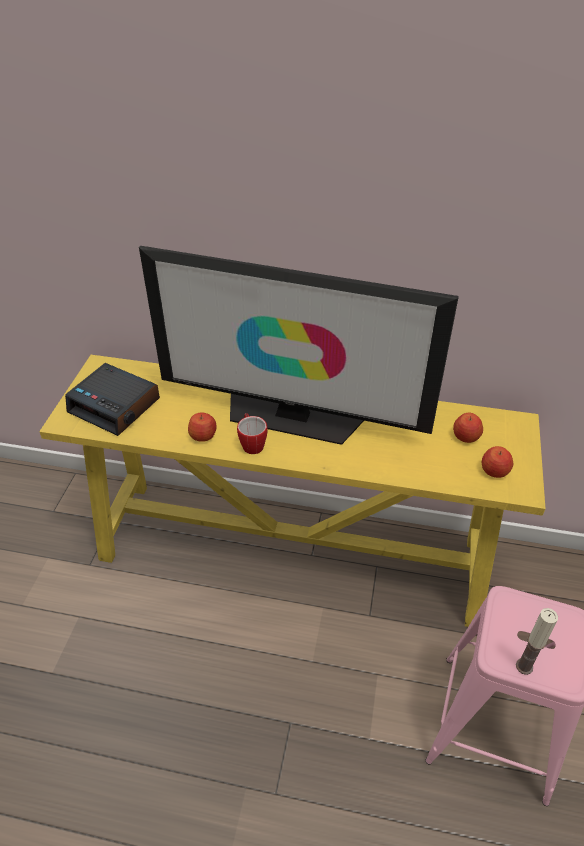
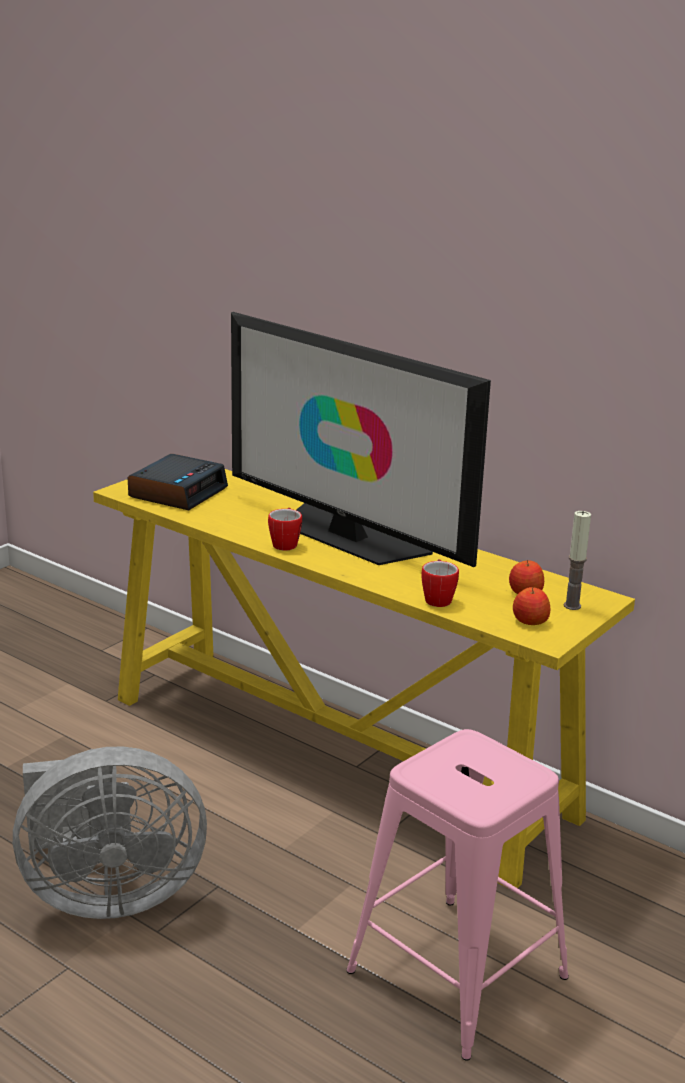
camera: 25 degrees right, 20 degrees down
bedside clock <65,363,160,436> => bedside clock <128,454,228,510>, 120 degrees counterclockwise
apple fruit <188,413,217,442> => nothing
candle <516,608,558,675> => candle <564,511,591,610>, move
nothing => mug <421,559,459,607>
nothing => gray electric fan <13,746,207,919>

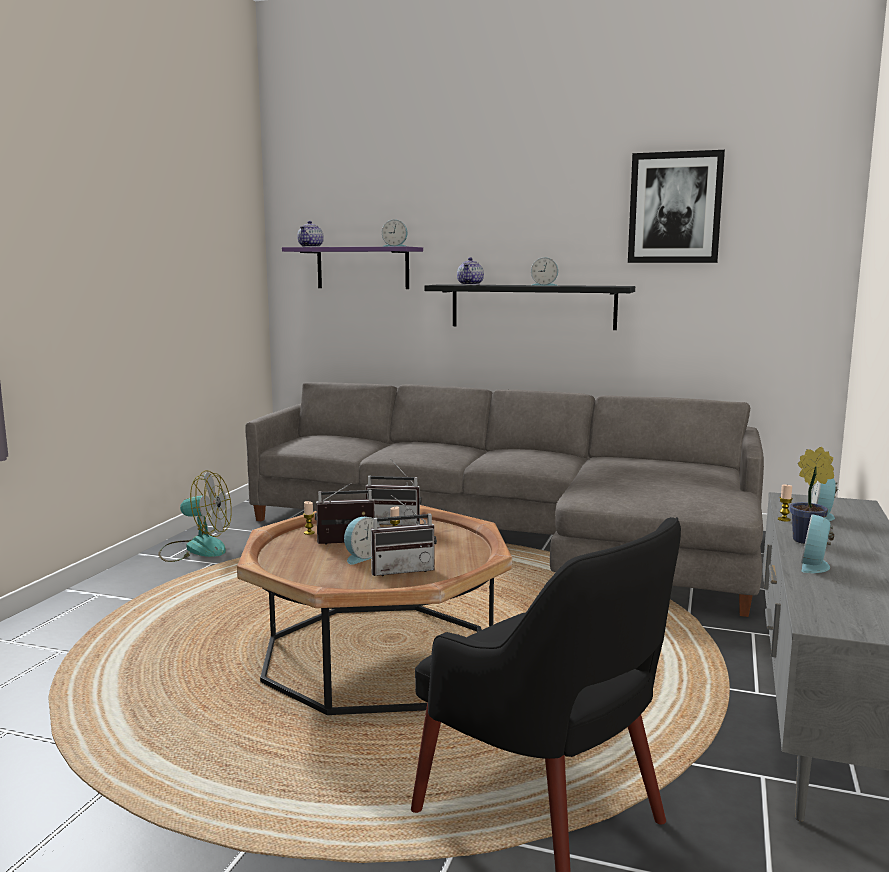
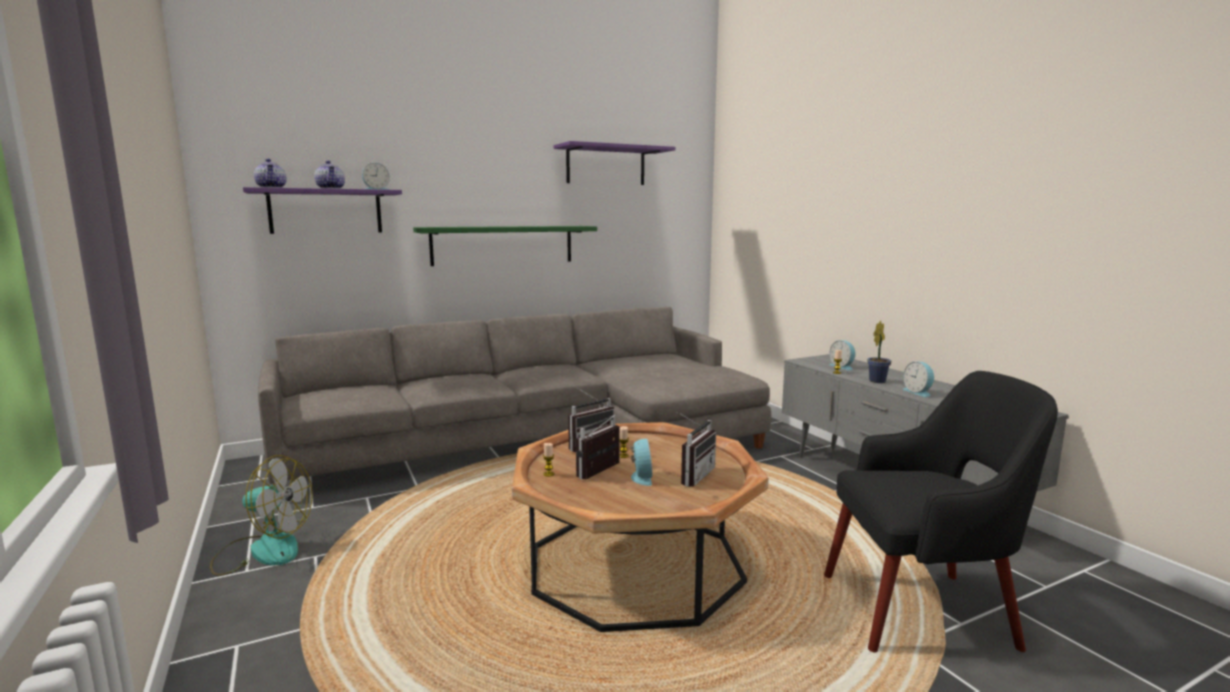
camera: 45 degrees left, 0 degrees up
picture <628,150,725,263> => purple-coloured wall shelf <554,141,676,185>
tea pot <457,257,484,285> => tea pot <314,161,345,189>, move
bedside clock <531,257,558,286> => nothing
blackish wall shelf <424,284,635,330> => green wall shelf <413,226,597,266>
electric fan <158,470,232,562> => electric fan <210,455,313,576>, 45 degrees clockwise

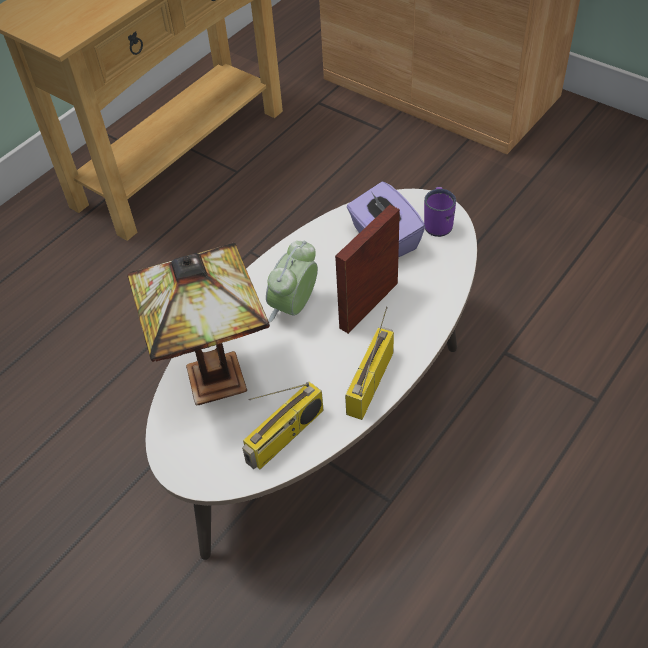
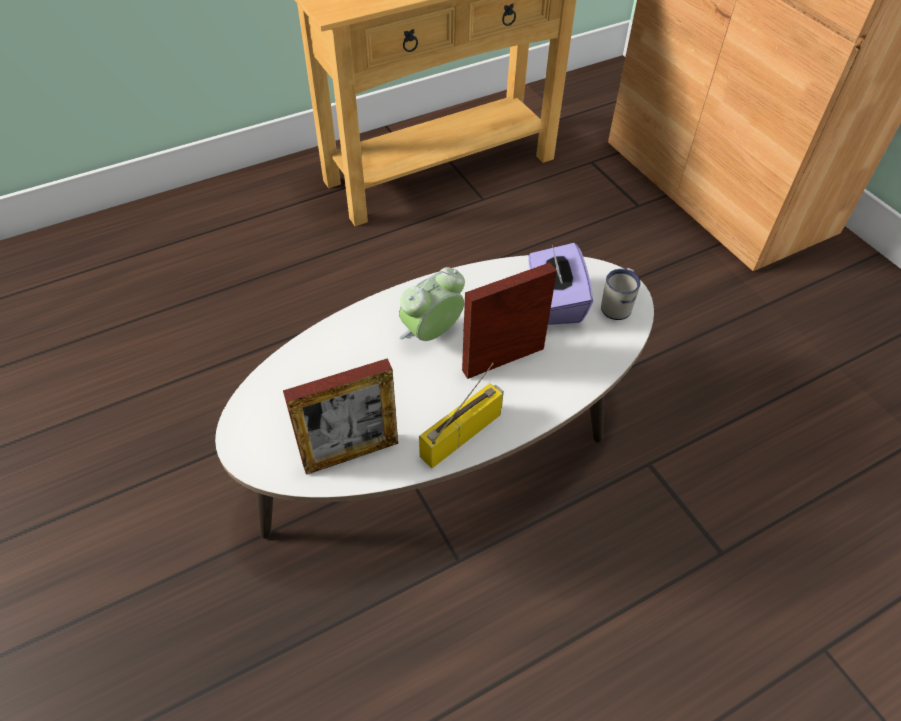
camera: 20 degrees right, 0 degrees up
purple-coloured mug <424,187,456,237> => white mug <601,268,640,320>
tabletop lamp <127,243,270,406> => nothing
radio receiver <242,382,324,469> => standing frame <283,358,398,475>

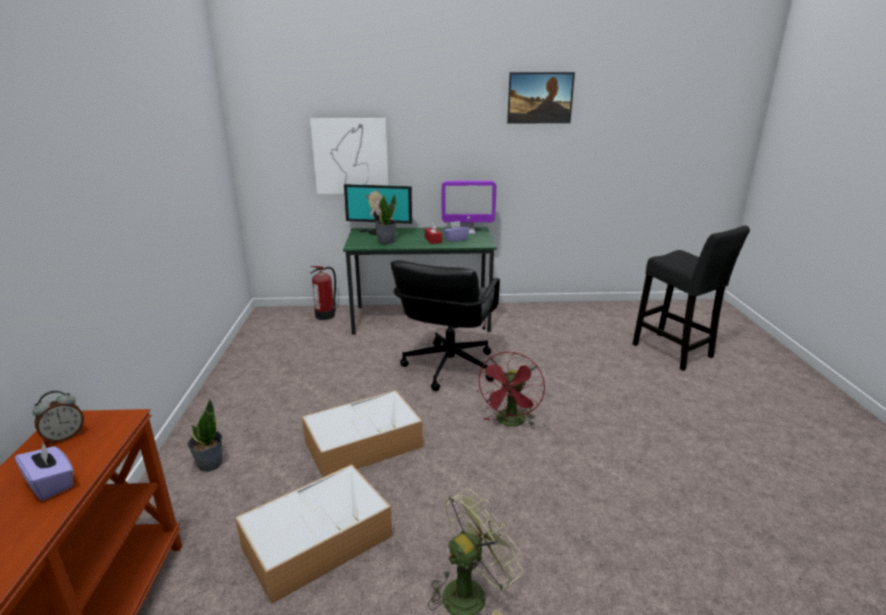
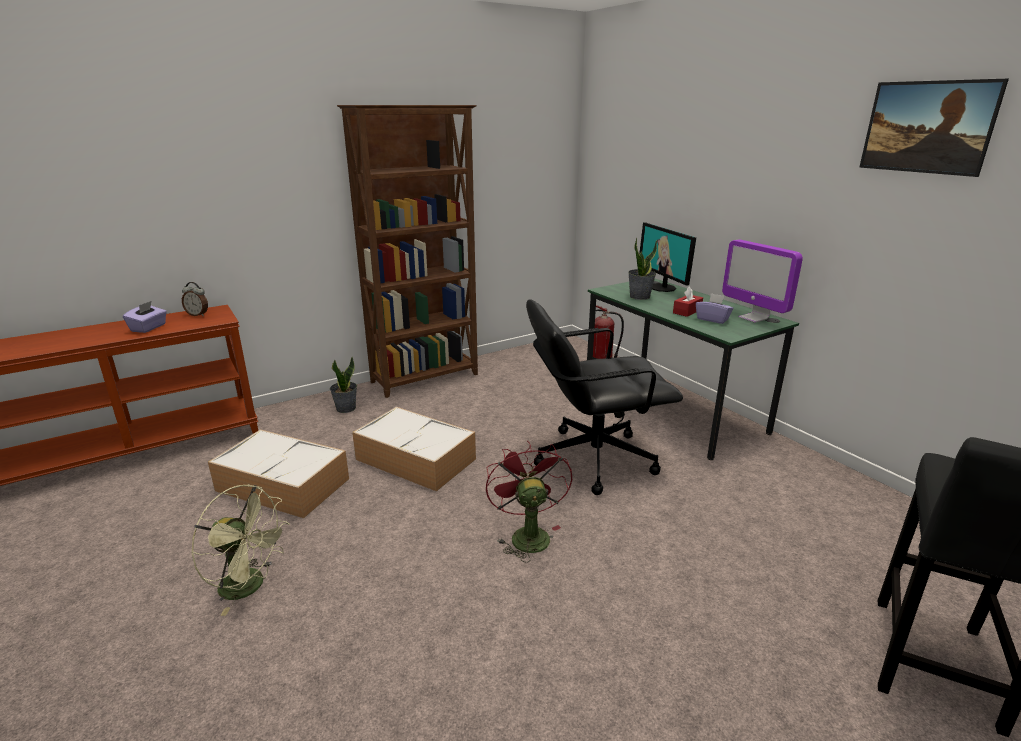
camera: 60 degrees right, 0 degrees up
picture <310,118,389,194> => nothing
red electric fan <477,352,545,427> => red electric fan <486,441,572,562>, 90 degrees clockwise
nothing => brown bookcase <337,105,478,398>

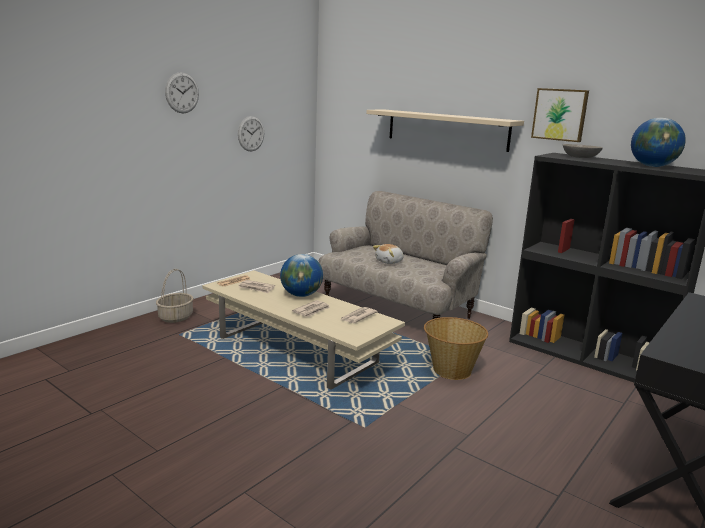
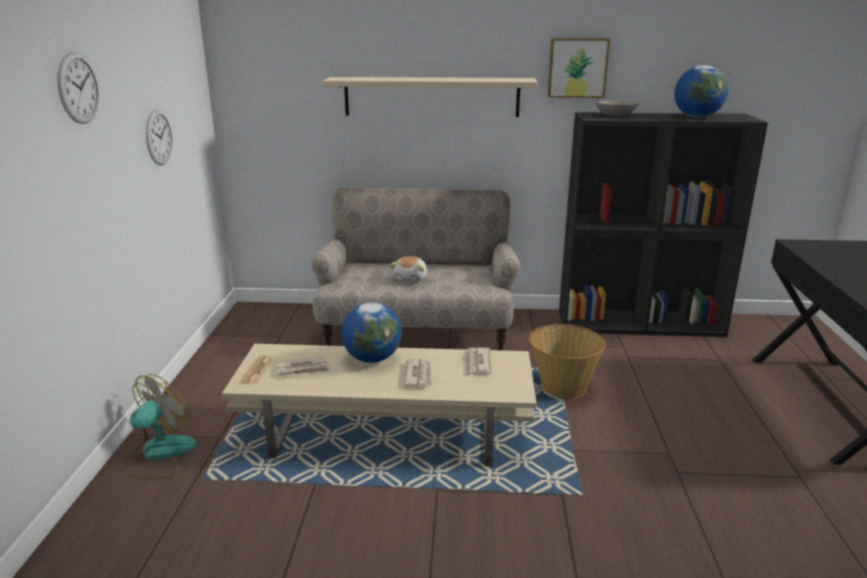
camera: 35 degrees left, 5 degrees up
storage basket <156,269,194,323> => electric fan <120,374,197,479>

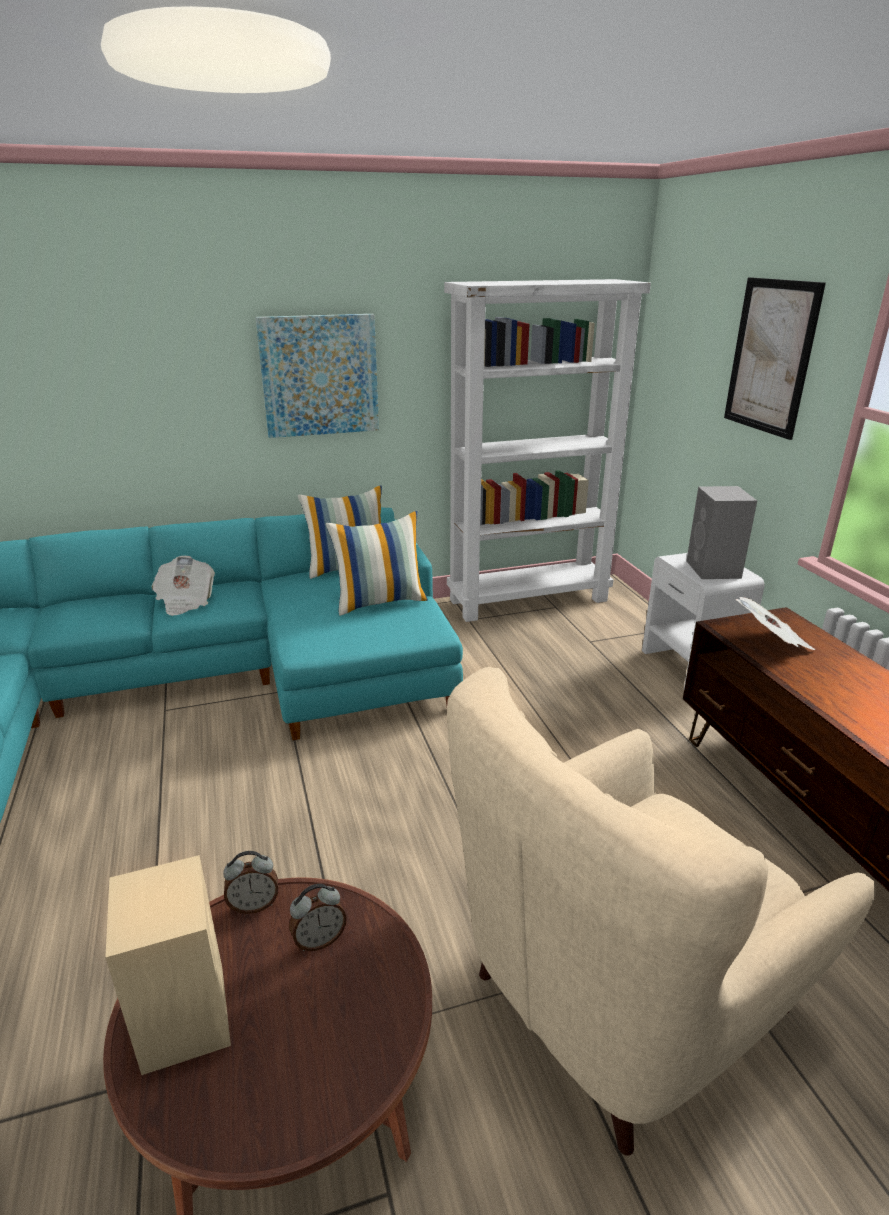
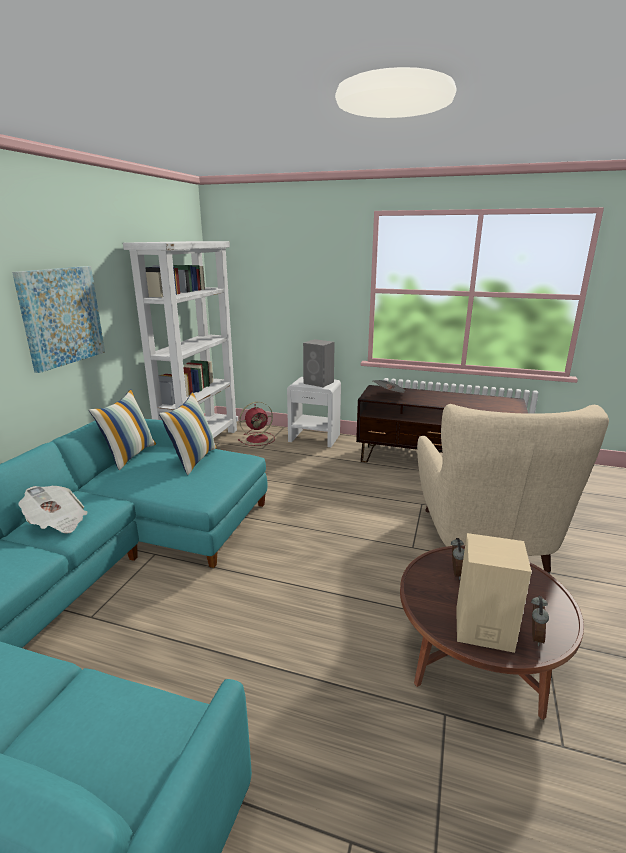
camera: 55 degrees left, 5 degrees down
picture <724,277,826,440> => nothing
bedside clock <223,851,278,914> => bedside clock <531,596,549,646>, move
nothing => red electric fan <238,402,275,446>

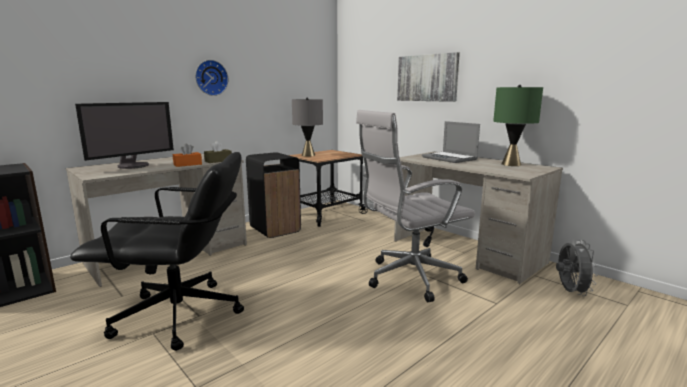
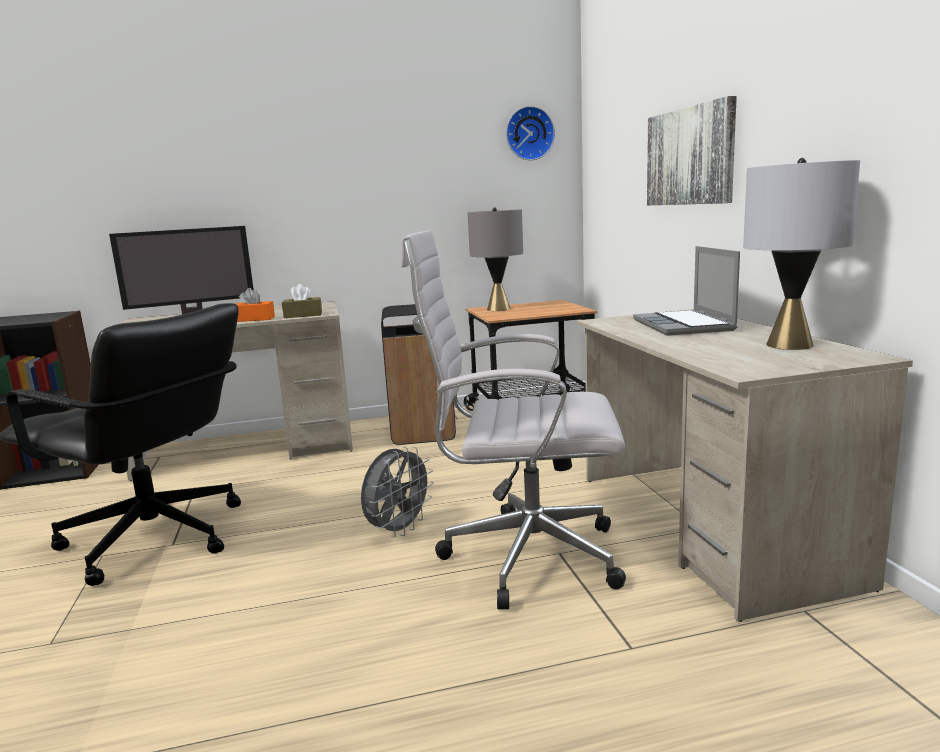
camera: 30 degrees right, 0 degrees up
clock on the wall <195,60,228,96> => clock on the wall <506,106,555,160>, move
green tabletop lamp <493,85,543,166> => gray tabletop lamp <743,158,860,350>
gray electric fan <556,240,598,296> => gray electric fan <361,446,434,538>, move

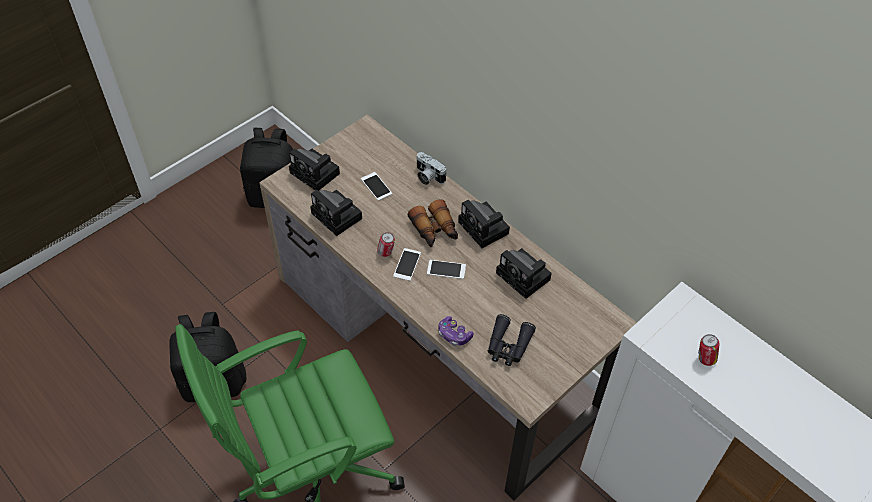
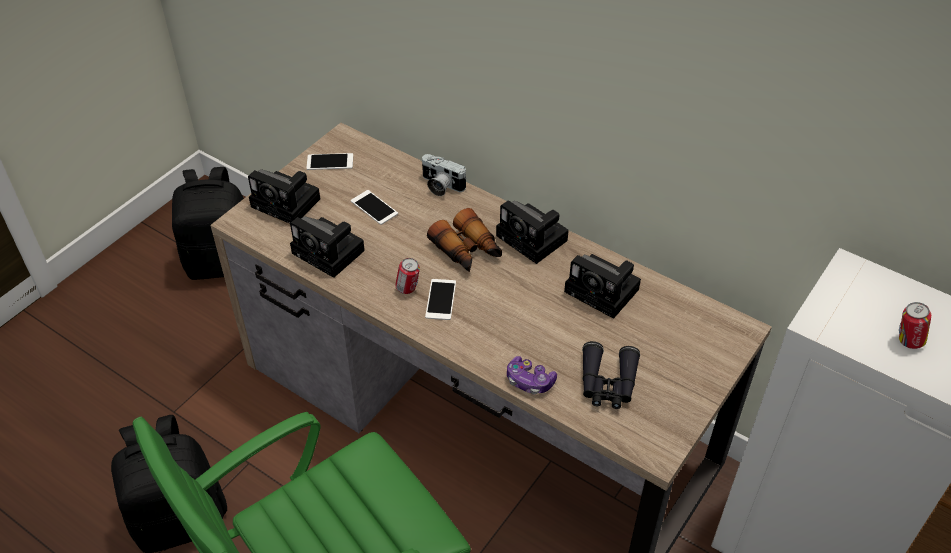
camera: 10 degrees left, 5 degrees down
phone <427,260,466,279> => phone <306,153,353,170>, move

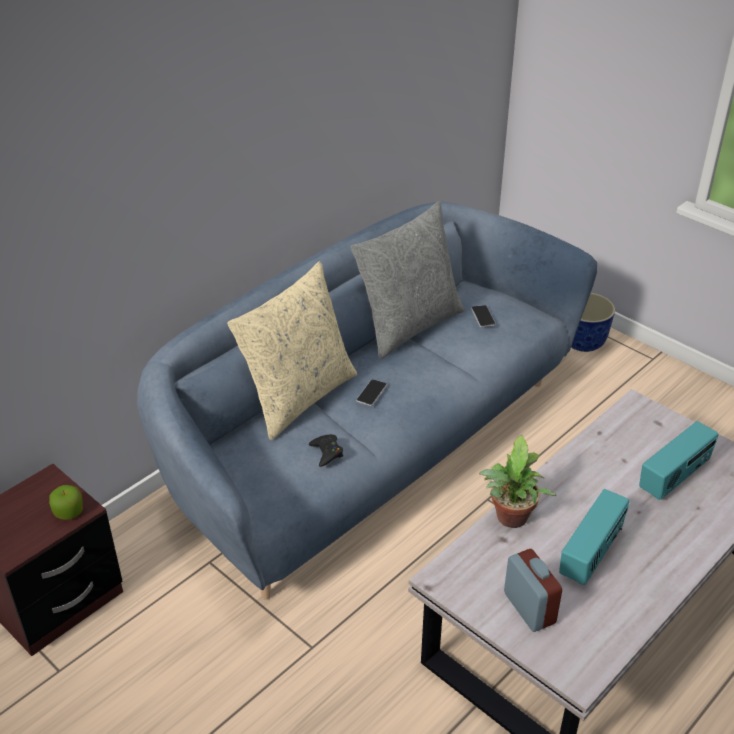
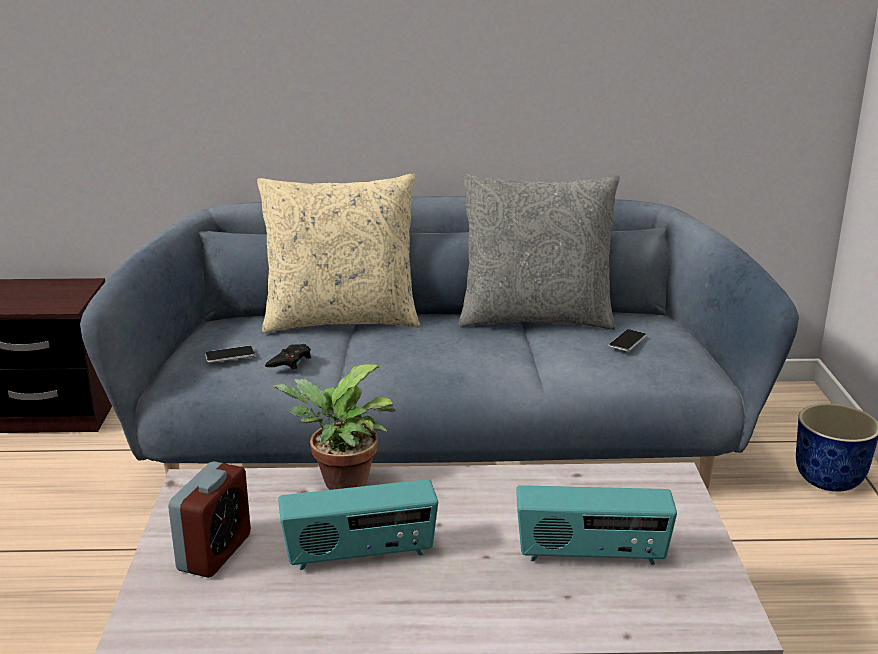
camera: 45 degrees right, 15 degrees down
phone <356,379,387,406> => phone <205,346,255,363>, move
apple fruit <49,485,83,520> => nothing

